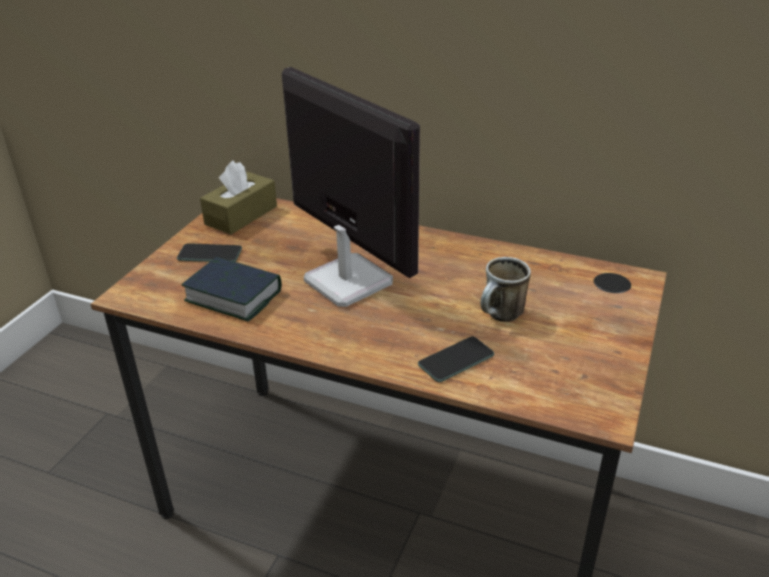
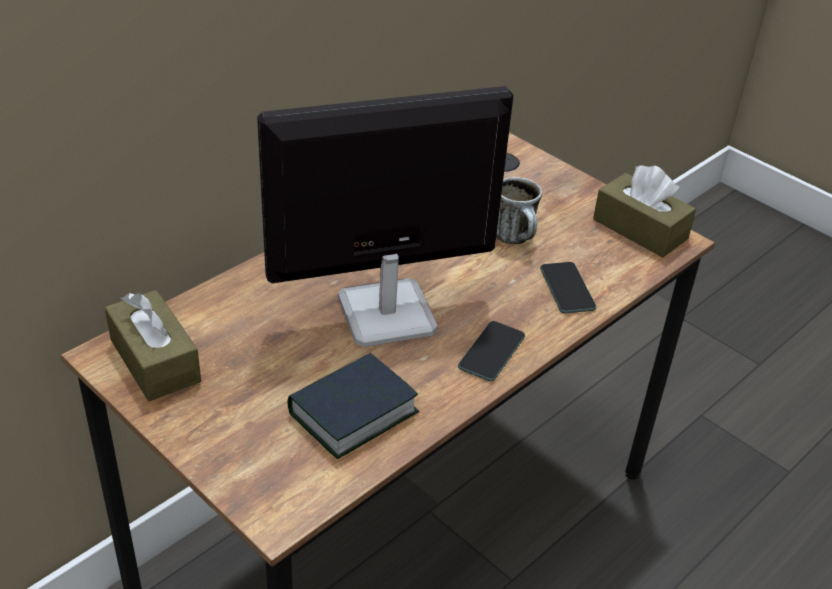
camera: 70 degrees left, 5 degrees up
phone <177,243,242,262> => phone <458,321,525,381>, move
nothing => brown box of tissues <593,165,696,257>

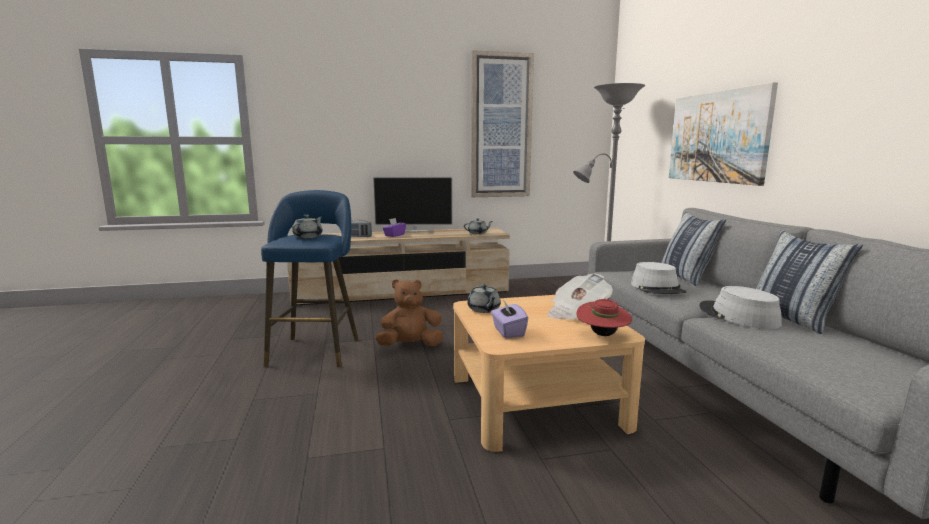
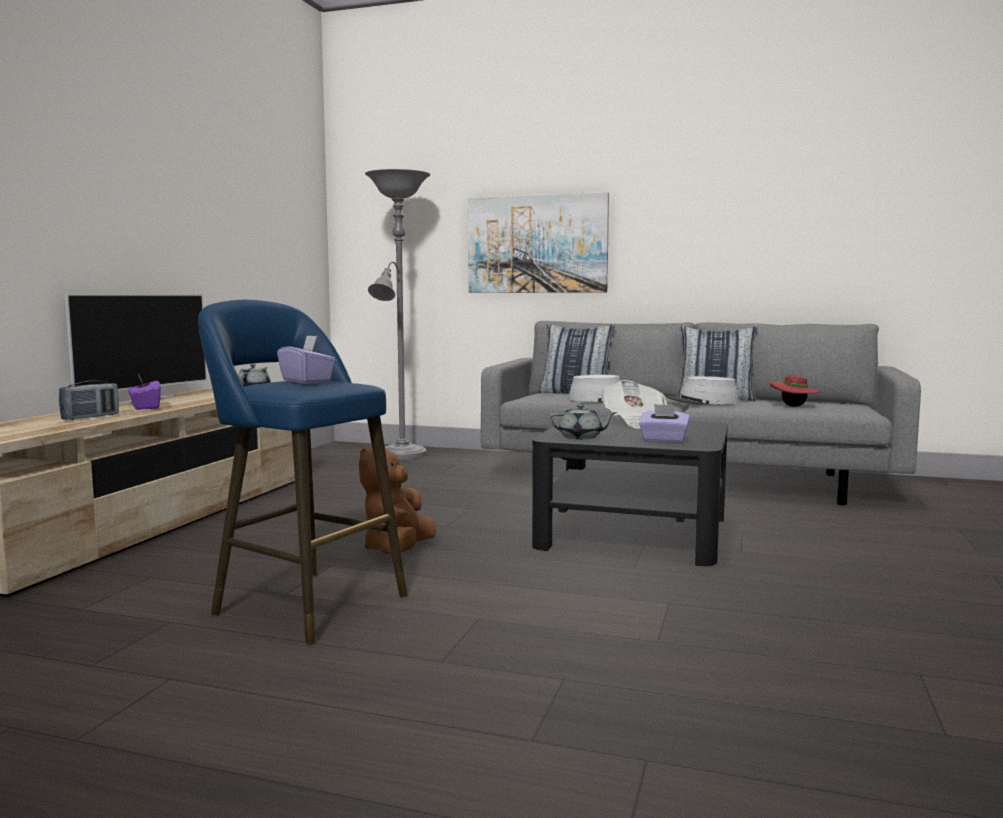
camera: 60 degrees left, 5 degrees down
picture <471,50,534,197> => nothing
gray tea pot <292,215,323,238> => purple-coloured box of tissues <277,335,337,384>
beige-coloured low table <453,295,645,452> => blackish low table <532,417,728,566>
red hat <576,299,632,336> => red hat <770,375,819,407>, move

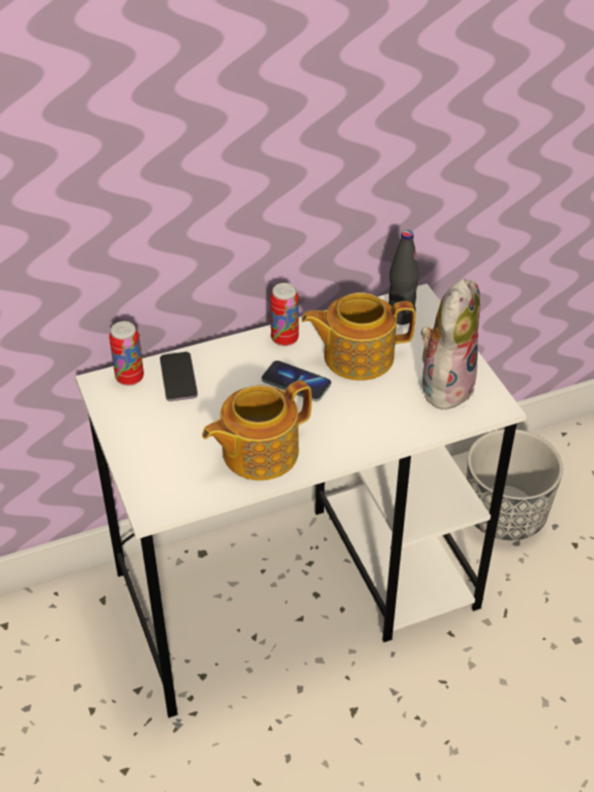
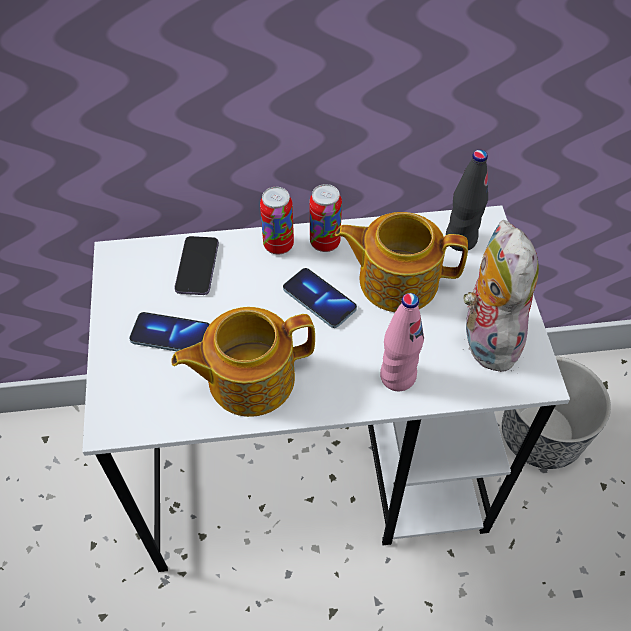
camera: 15 degrees right, 10 degrees up
cuddly toy <421,278,480,410> => cuddly toy <463,220,539,374>, 45 degrees counterclockwise
sealed can <109,321,144,386> => sealed can <260,187,294,255>, move
nothing => pink drink bottle <380,293,424,391>
nothing => phone <129,312,210,351>

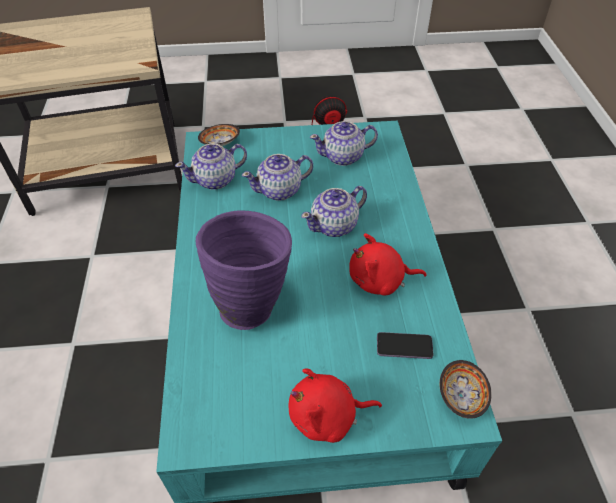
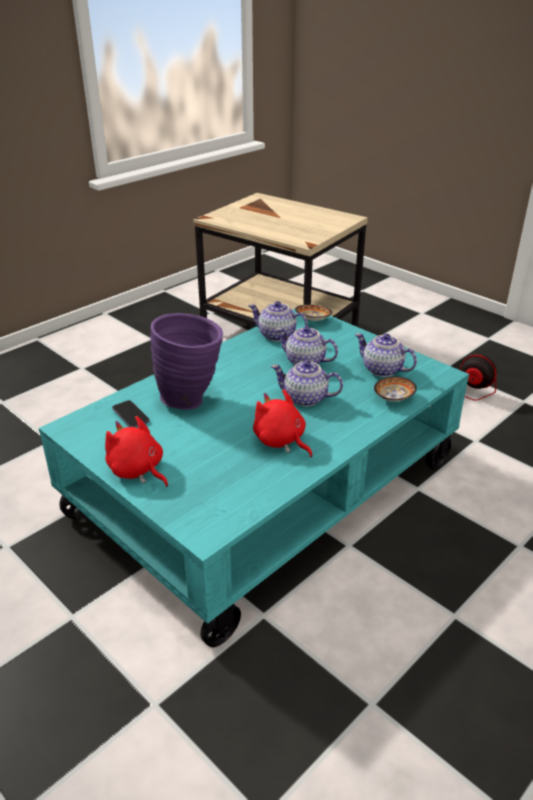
camera: 50 degrees right, 15 degrees down
phone <377,332,434,359> => phone <112,400,150,427>, move
bowl <440,360,492,419> => bowl <374,376,417,402>, move

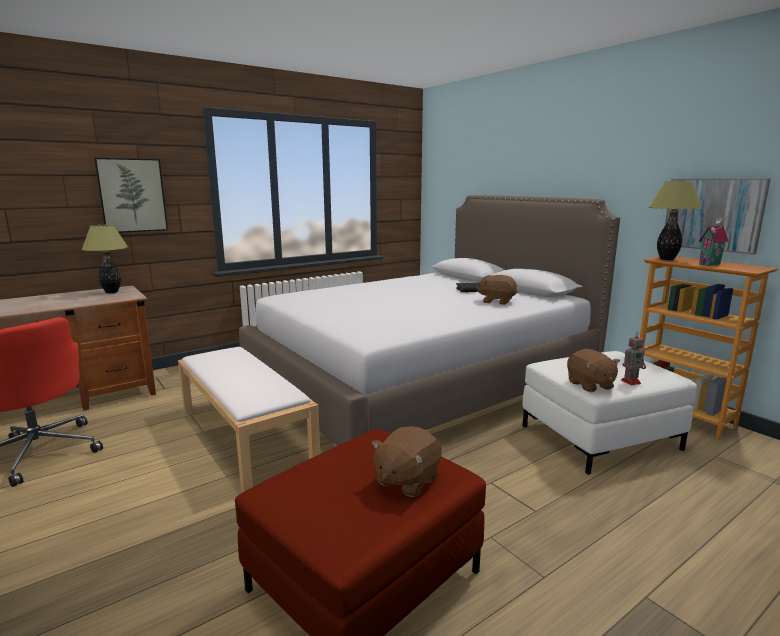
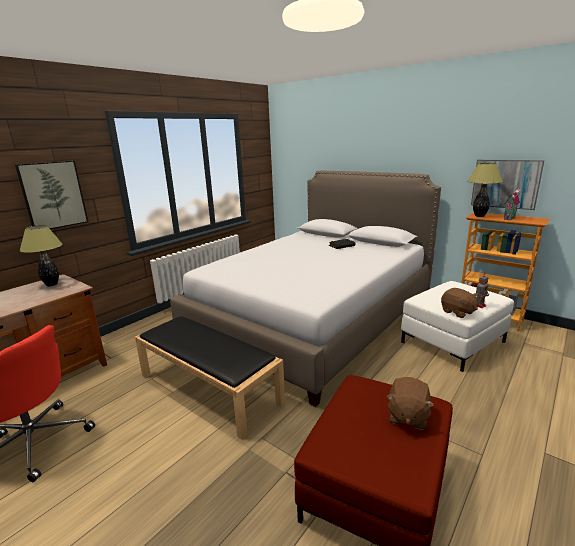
camera: 15 degrees left, 5 degrees up
brown cuddly toy <476,275,517,305> => nothing
white indoor bench <178,347,320,492> => blackish indoor bench <135,316,285,440>

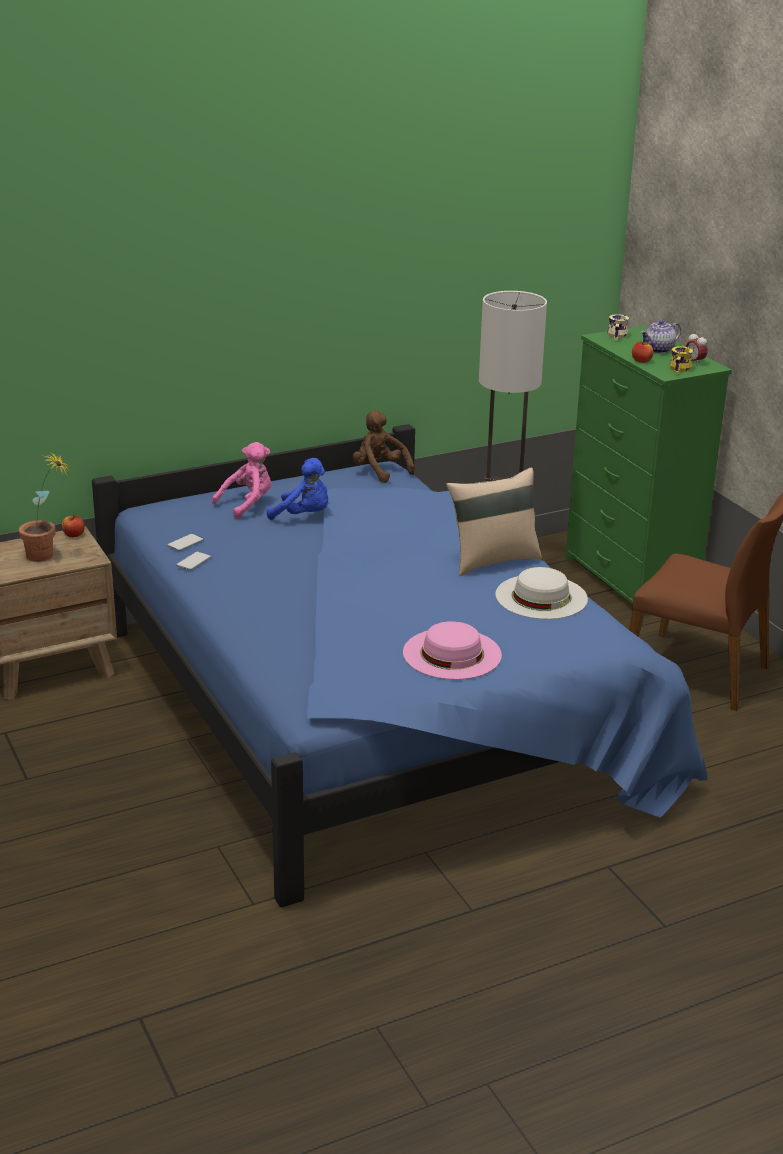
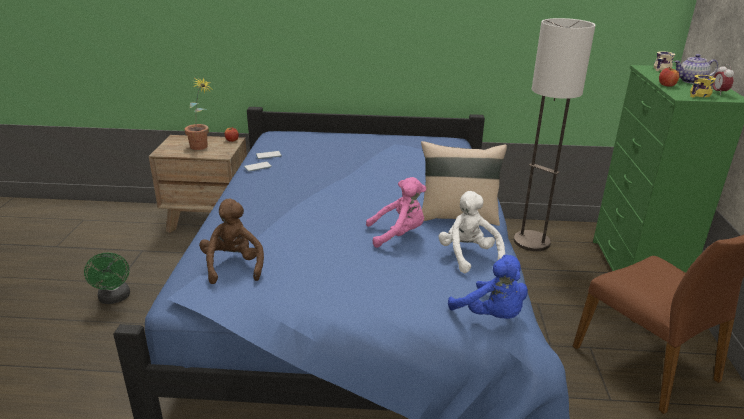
camera: 30 degrees right, 0 degrees up
brown cuddly toy <353,410,415,483> => brown cuddly toy <199,199,264,284>, move
pink cuddly toy <212,442,271,519> => pink cuddly toy <366,177,426,248>, move
blue-coloured cuddly toy <267,458,328,520> => blue-coloured cuddly toy <448,255,528,319>, move
white hat <495,567,588,619> => white cuddly toy <438,191,505,273>
pink hat <403,621,502,680> => nothing
nothing => green electric fan <84,252,130,304>

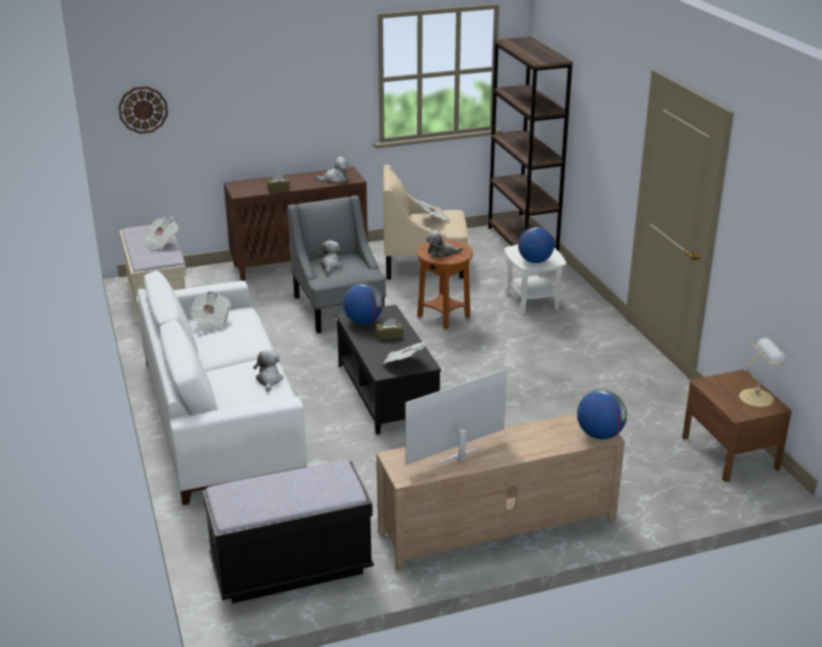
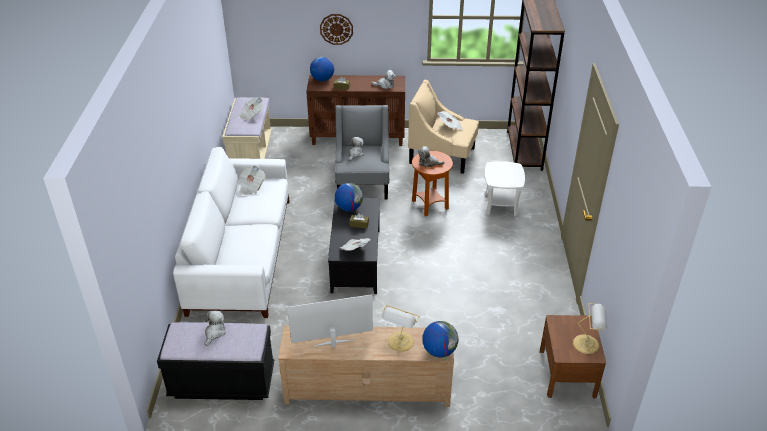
camera: 20 degrees right, 10 degrees up
clock on the wall <118,86,168,134> => clock on the wall <320,14,353,45>, move
world globe <518,227,554,263> => world globe <310,57,334,81>, move
cuddly toy <253,350,283,392> => cuddly toy <204,310,226,346>, move
nothing => tabletop lamp <382,305,420,352>

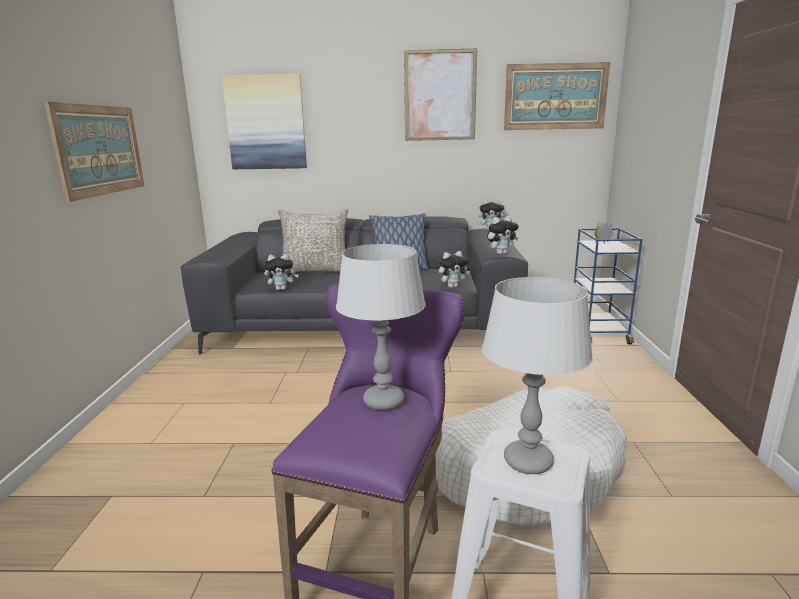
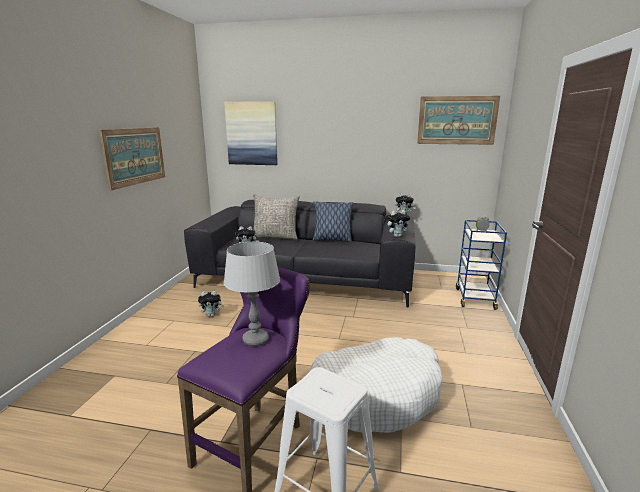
camera: 10 degrees right, 0 degrees up
picture <404,49,477,141> => nothing
cuddly toy <439,251,470,288> => cuddly toy <198,291,224,317>, move
gray tabletop lamp <482,277,593,474> => nothing

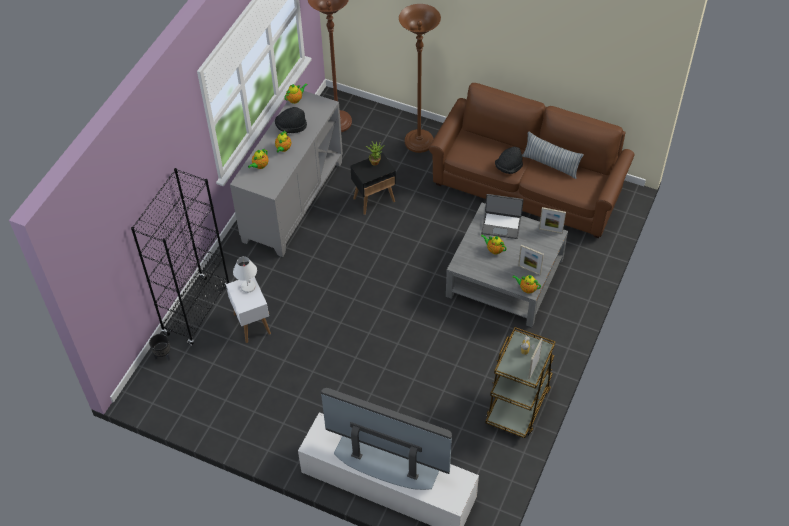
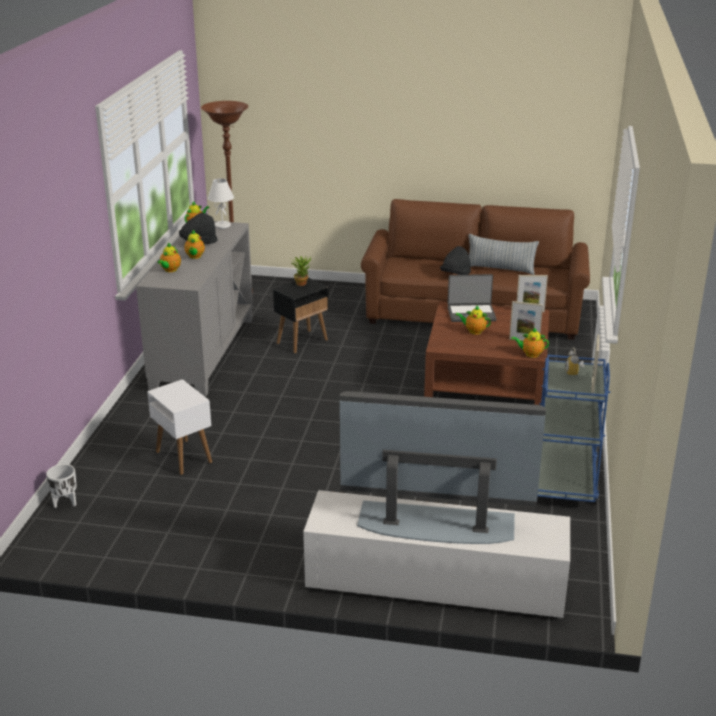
camera: 15 degrees left, 25 degrees down
brown standard lamp <399,4,441,153> => nothing
blackish bookcase <131,168,230,345> => nothing
gray low table <446,203,568,327> => brown low table <424,301,549,405>
white tabletop lamp <233,256,257,293> => white tabletop lamp <208,178,234,229>, move
brown wheeled cart <485,327,556,438> => blue-coloured wheeled cart <538,355,610,505>
blackish plant pot <149,334,170,361> => white plant pot <46,464,77,508>

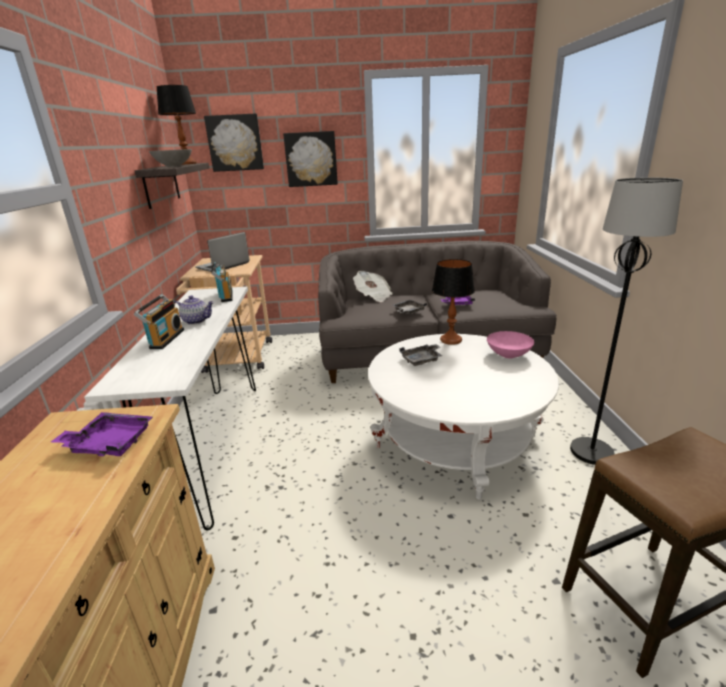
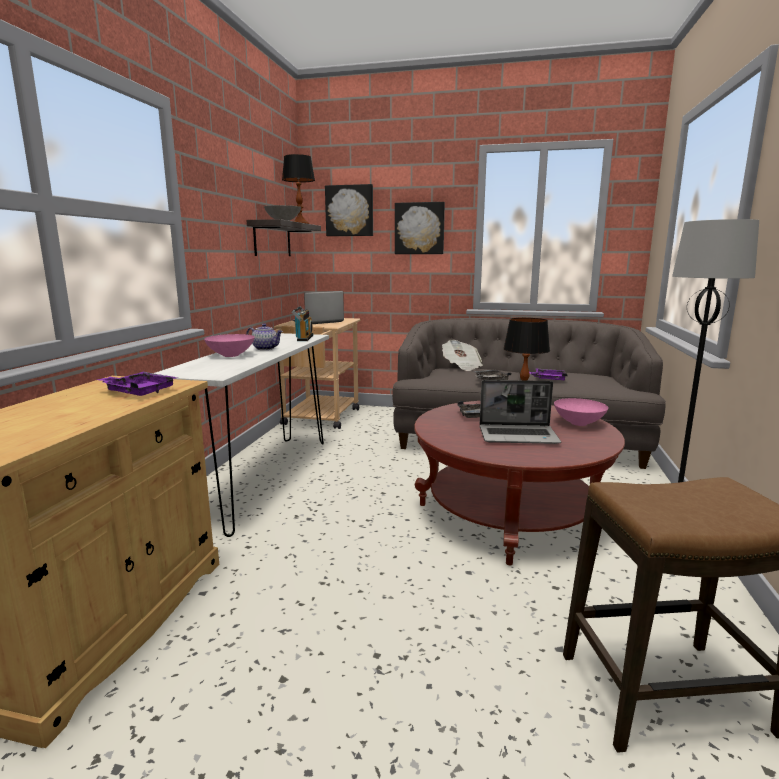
camera: 15 degrees right, 10 degrees down
radio receiver <134,294,184,349> => pink bowl <204,334,255,357>
white low table <368,334,559,500> => red low table <414,401,625,565>
nothing => portable computer <480,380,561,444>

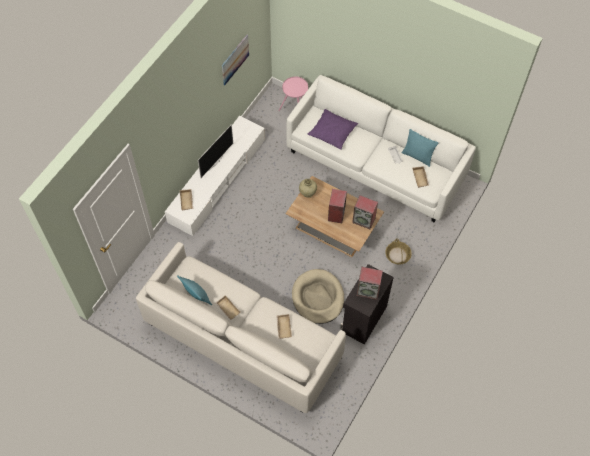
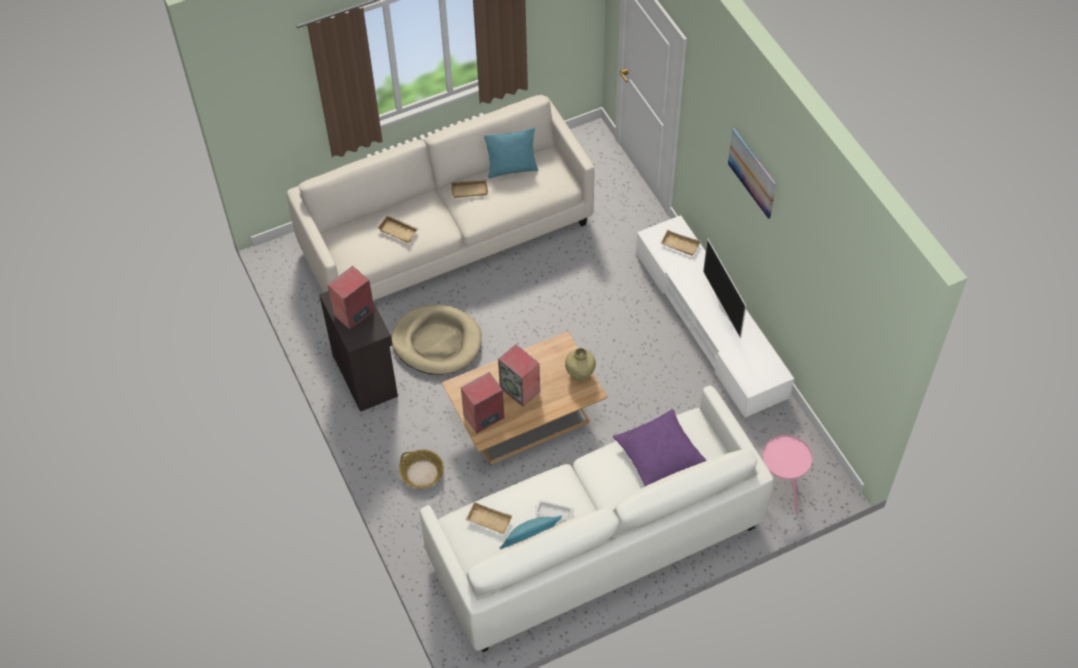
camera: 125 degrees right, 5 degrees down
picture <222,35,249,85> => picture <728,128,776,219>, move

